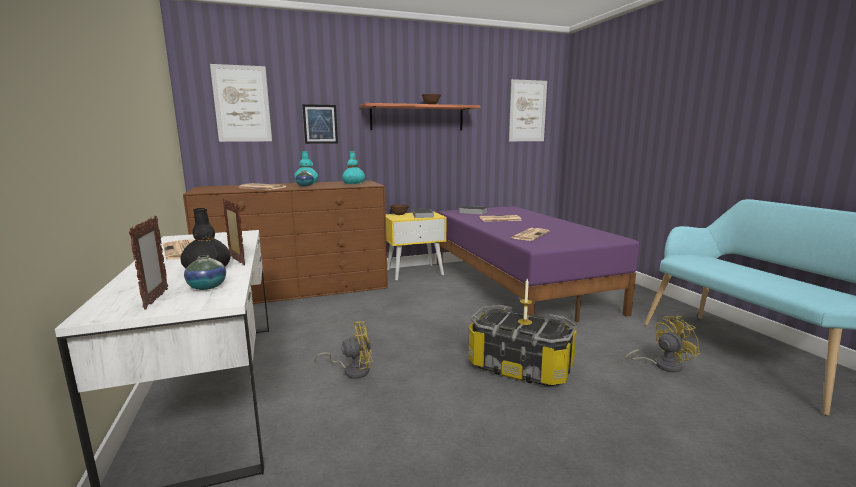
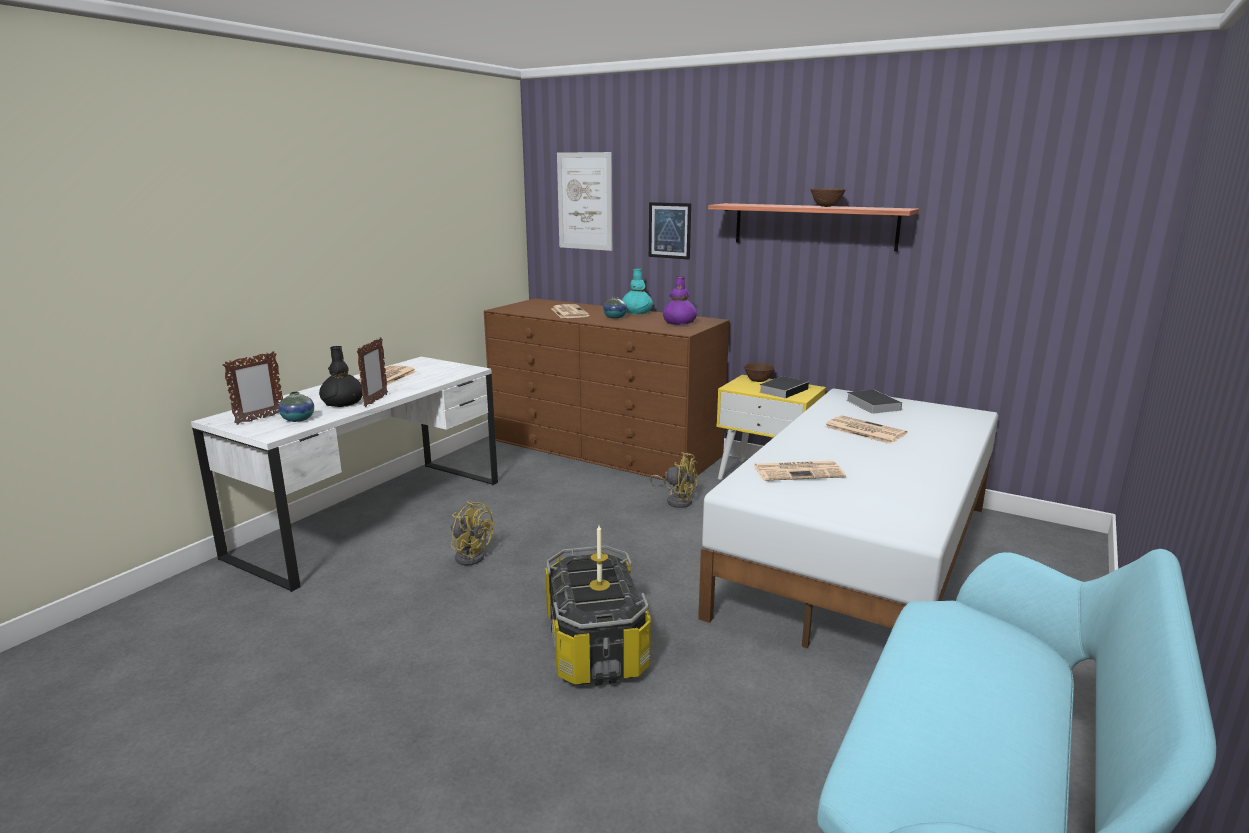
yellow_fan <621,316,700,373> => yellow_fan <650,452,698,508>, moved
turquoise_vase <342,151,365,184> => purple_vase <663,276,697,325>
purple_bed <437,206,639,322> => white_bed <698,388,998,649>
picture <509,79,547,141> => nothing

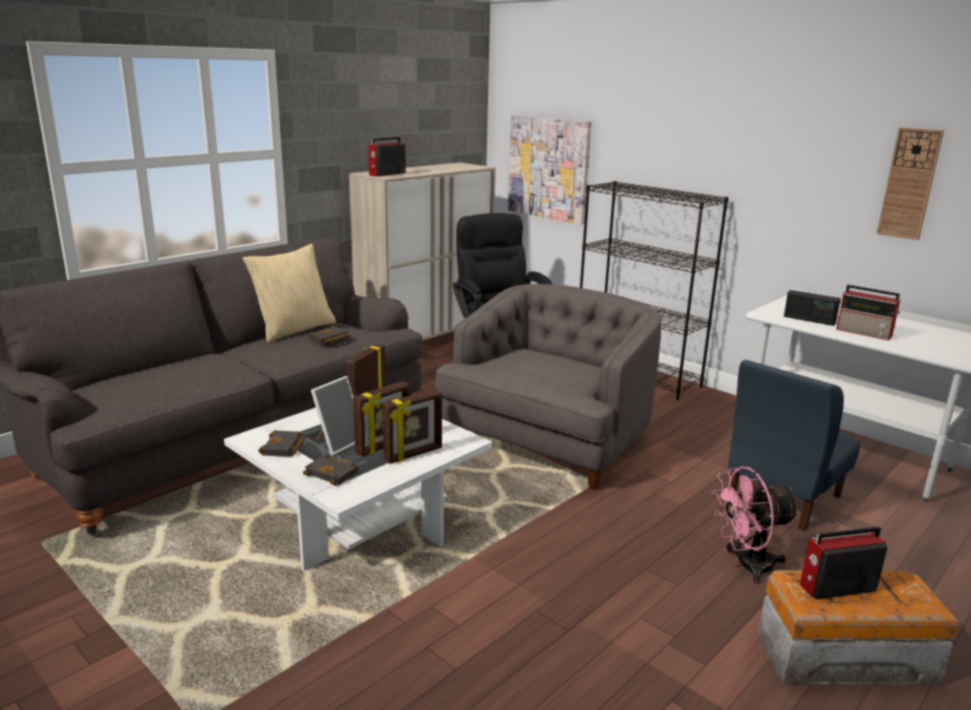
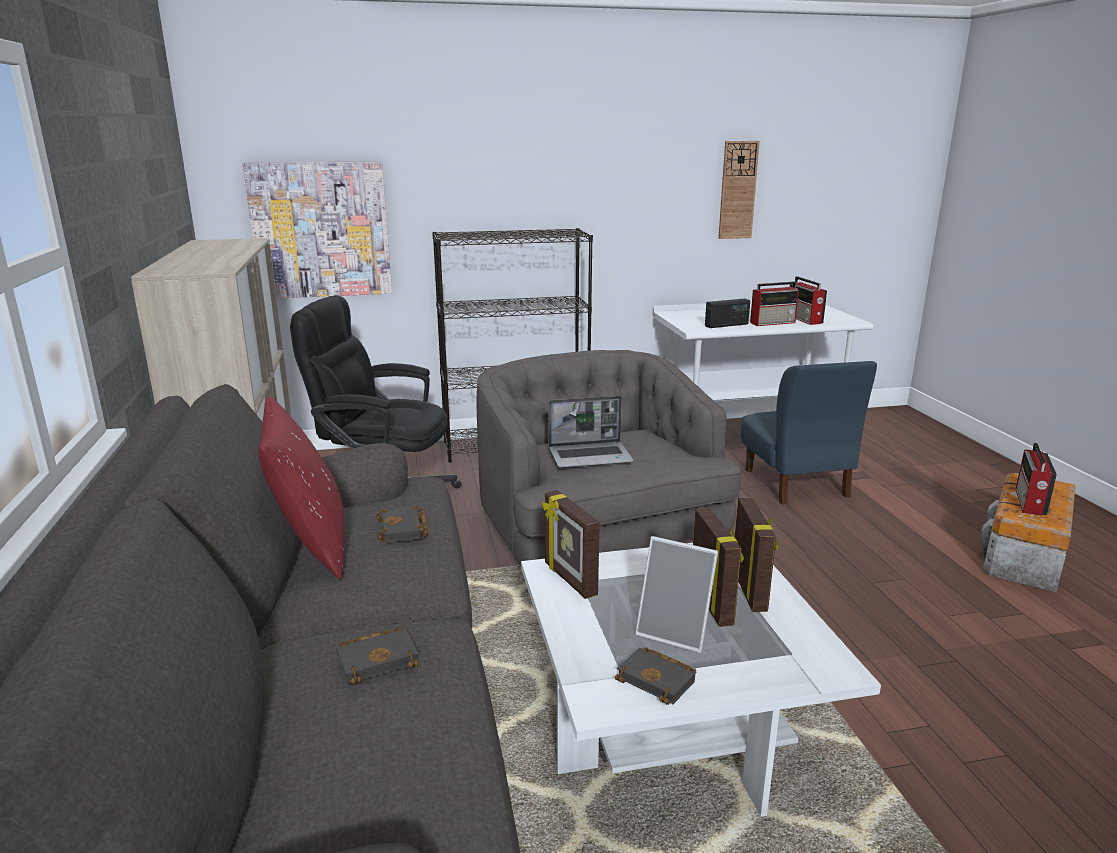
beige_pillow <243,244,336,343> => red_pillow <258,396,345,580>
black_book <303,454,359,486> => black_book <336,627,419,685>, moved
nothing => laptop <548,396,634,468>
picture_frame <311,376,355,455> => picture_frame <635,536,718,653>, 135 degrees clockwise
radio <368,137,406,177> => radio <790,276,827,325>, moved
pink_fan <712,466,800,584> => nothing

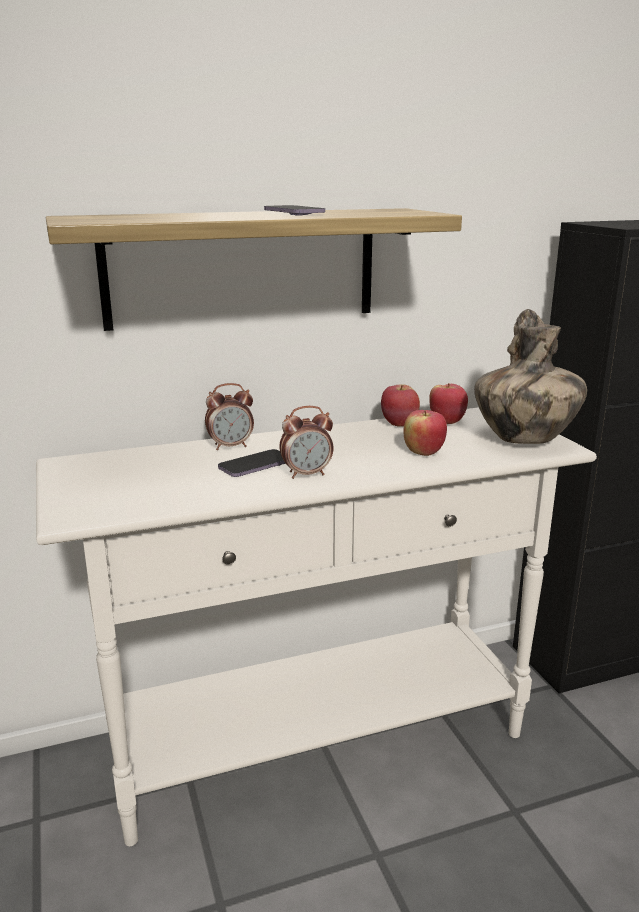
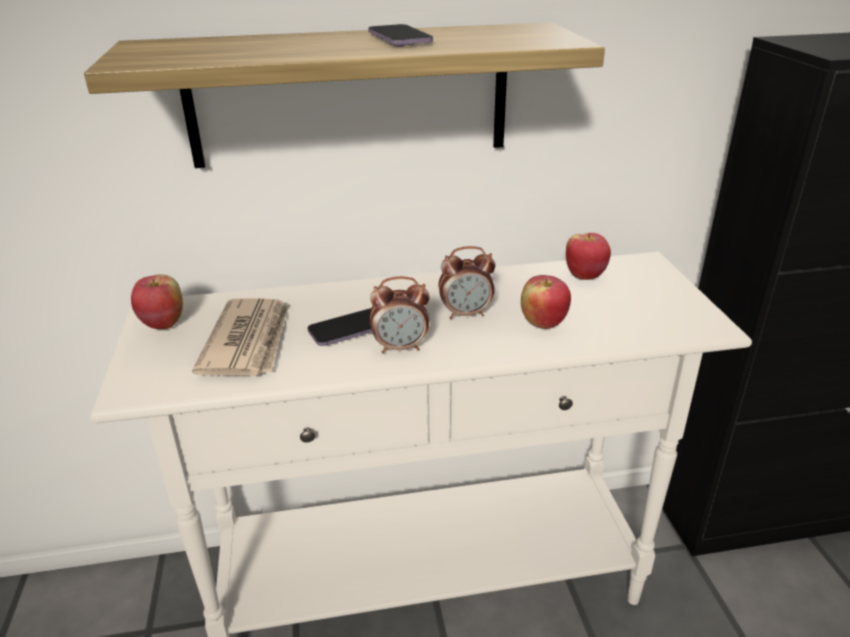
apple <381,385,420,427> => apple <131,274,183,329>, moved
nothing => newspaper <192,298,288,376>
alarm_clock <205,383,254,450> => alarm_clock <438,246,495,319>, moved
vase <474,309,587,444> => nothing

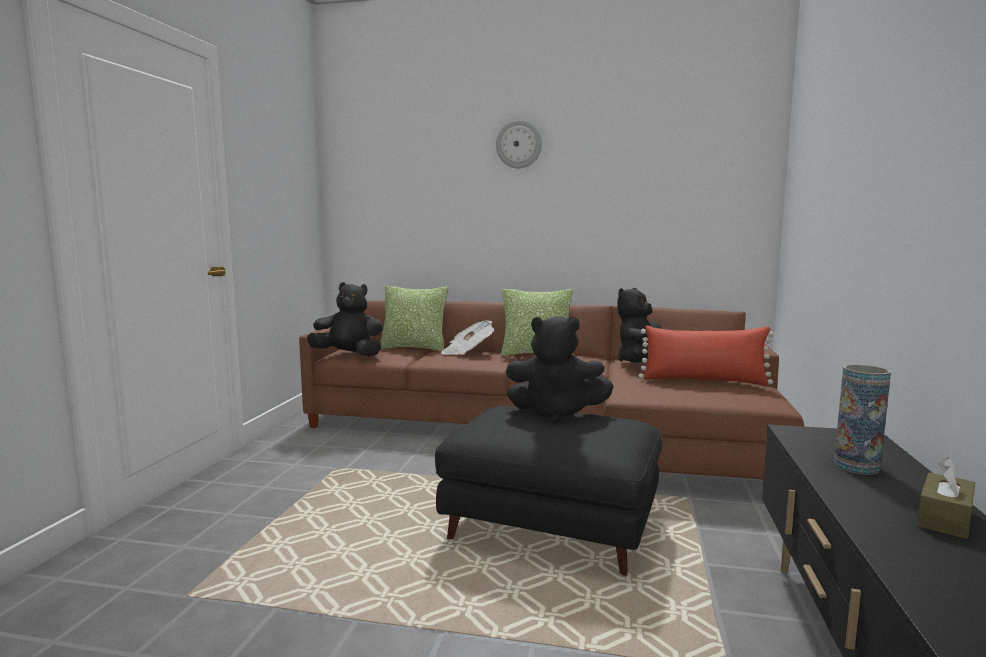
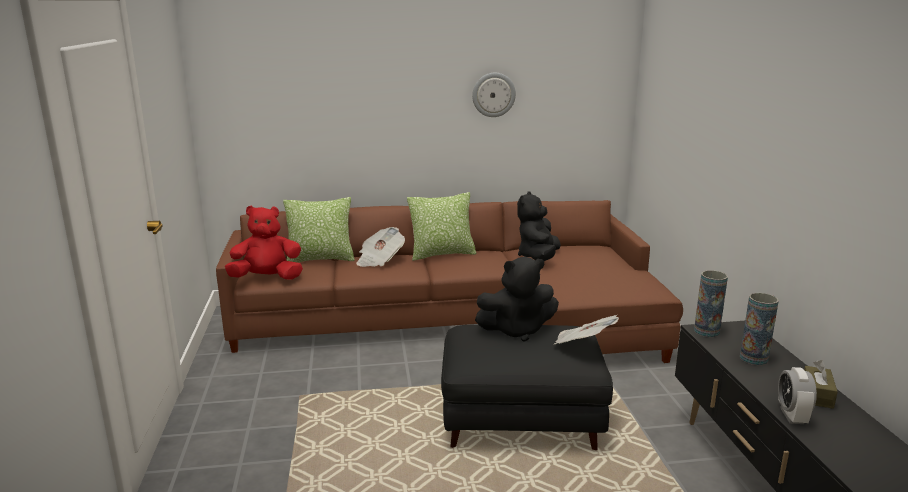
black_plush_toy <307,282,383,357> => red_plush_toy <225,206,303,280>
wall_clock <496,120,542,168> => wall_clock <472,73,516,117>, moved
nothing => newspaper <553,315,619,345>
nothing => vase <694,270,728,337>
nothing => alarm_clock <778,367,817,424>
red_pillow <639,326,774,386> => nothing

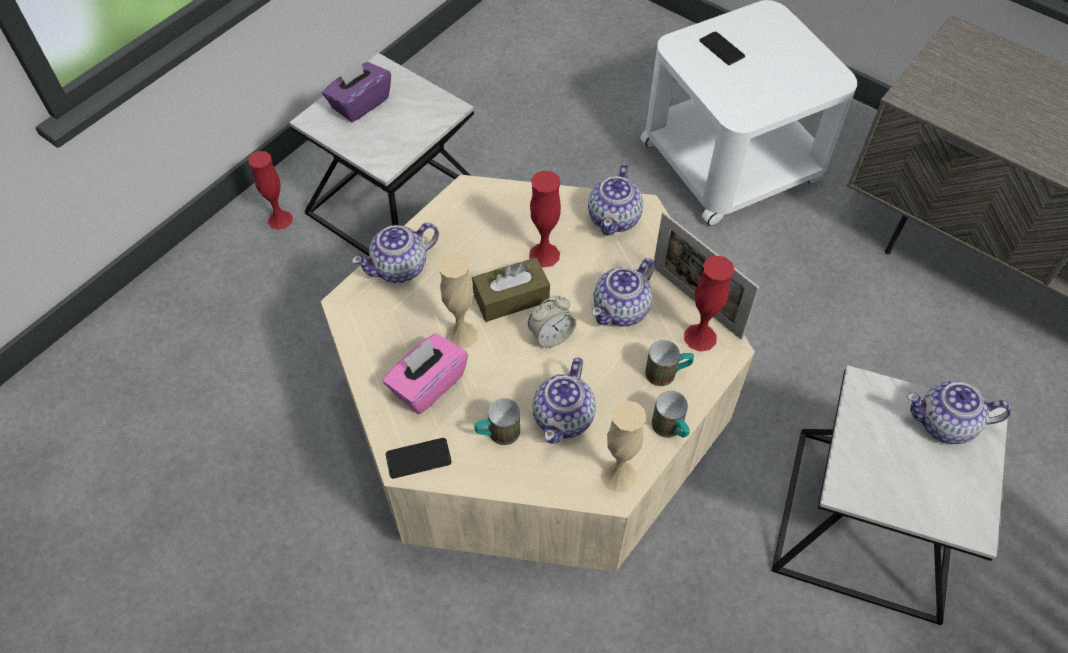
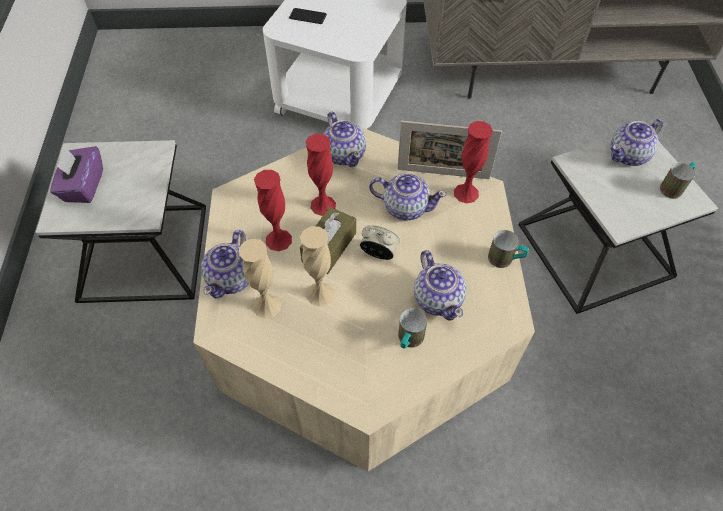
beige_vase <601,400,646,493> => beige_vase <239,239,282,319>, moved
red_vase <248,151,293,230> => red_vase <254,170,292,251>, moved
alarm_clock <528,295,577,348> => alarm_clock <360,225,400,260>, 90 degrees counterclockwise
teapot <592,258,655,326> => teapot <369,173,447,221>, 75 degrees counterclockwise
mug <645,340,694,386> => mug <660,162,696,199>, moved
pink_tissue_box <382,333,468,414> => nothing
phone <386,438,452,479> => nothing

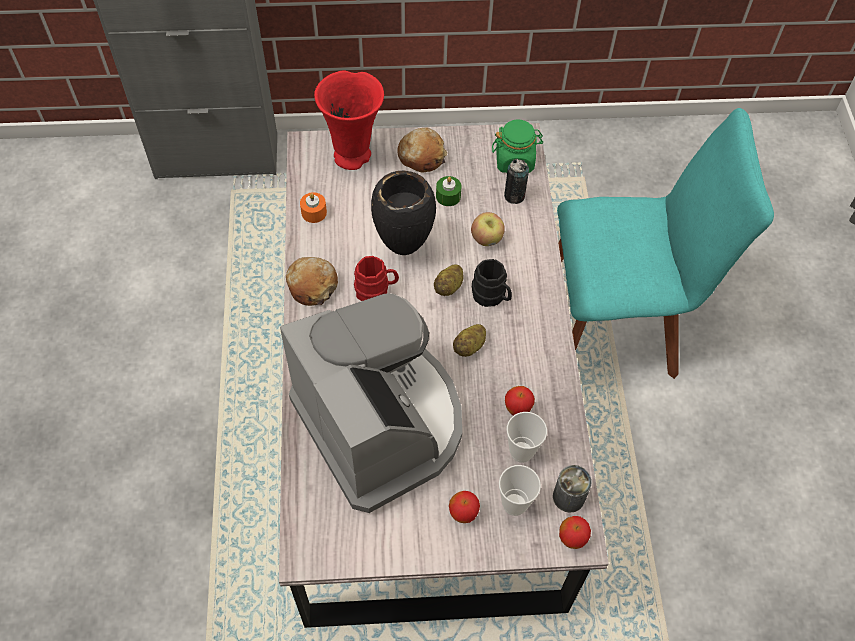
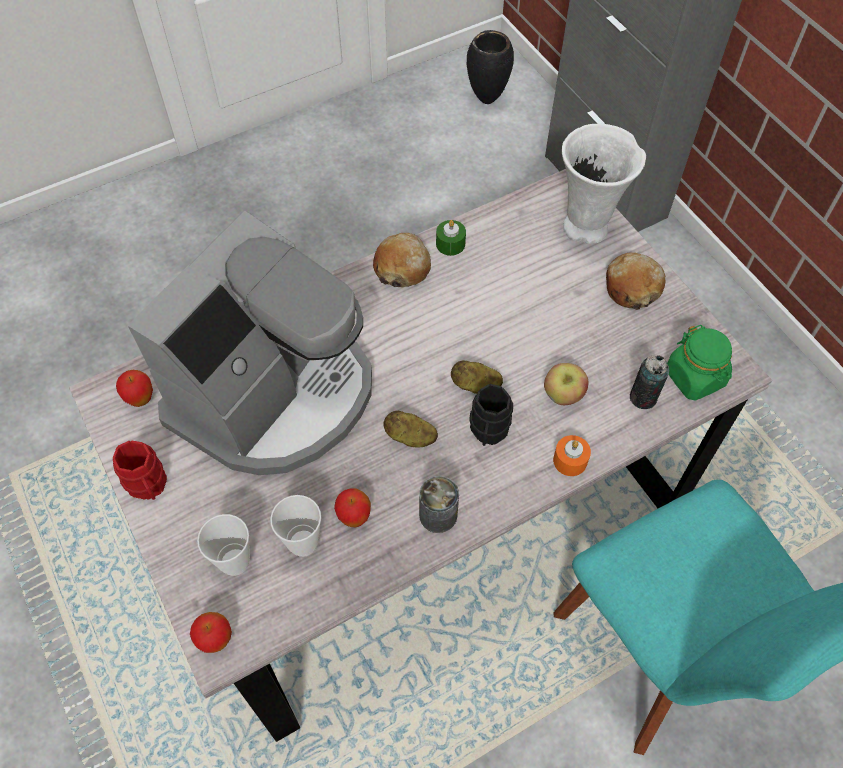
red_mug <354,256,399,301> => red_mug <113,441,167,500>, moved
apple <449,491,480,523> => apple <116,370,153,407>, moved
can <553,465,592,513> => can <419,476,459,533>, moved
green_candle <436,176,461,206> => green_candle <436,220,466,256>, moved
black_vase <371,170,436,255> => black_vase <467,30,514,104>, moved
orange_candle <300,192,327,223> => orange_candle <553,435,591,476>, moved
red_vase <314,70,384,170> => white_vase <562,123,646,244>

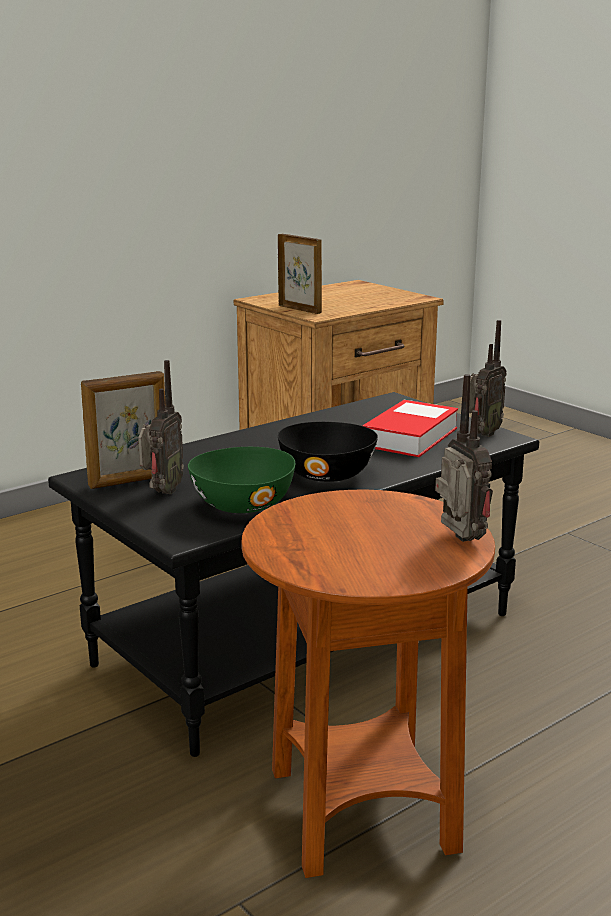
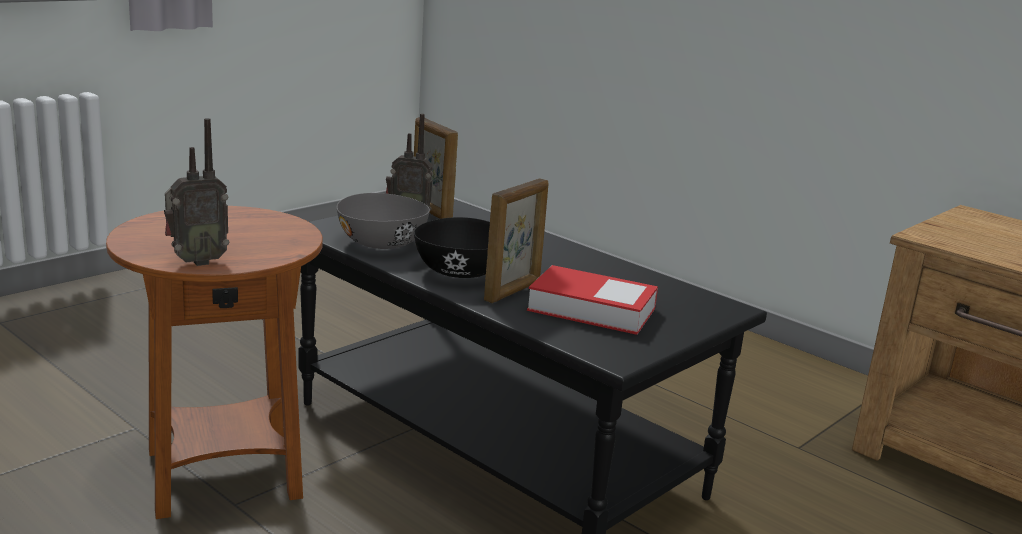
green_bowl <188,447,295,513> => grey_bowl <337,193,430,249>
picture_frame <278,234,322,314> => picture_frame <484,178,549,303>, moved
radio <469,320,507,437> => nothing

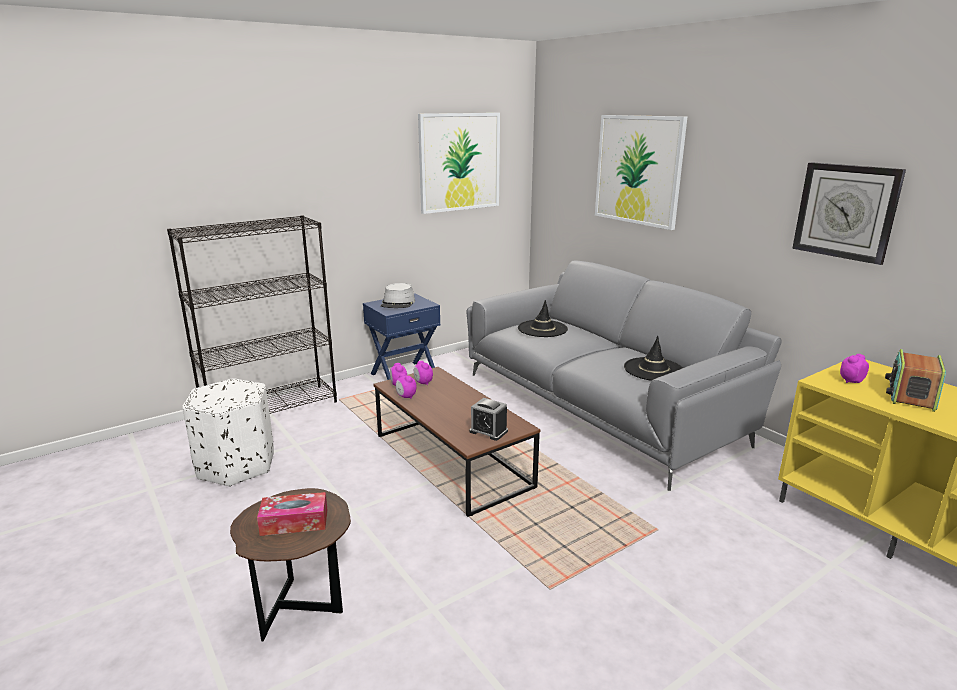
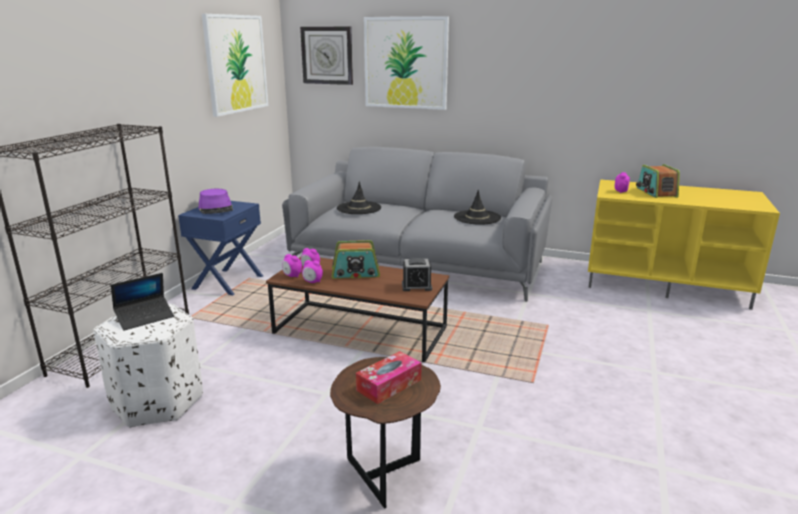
nothing => laptop <111,273,174,331>
grey_hat <381,283,415,308> => purple_hat <198,189,233,214>
wall_clock <792,162,906,265> => wall_clock <300,26,353,85>, moved
nothing => radio <332,240,380,279>

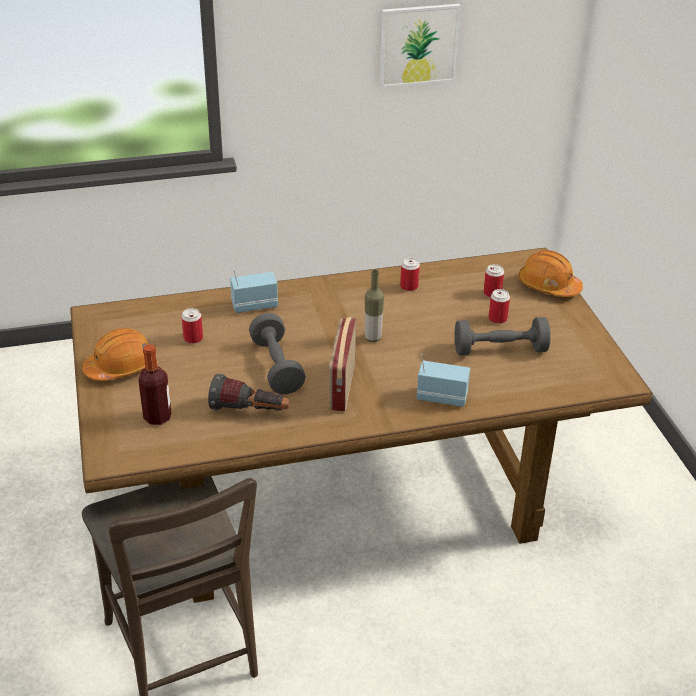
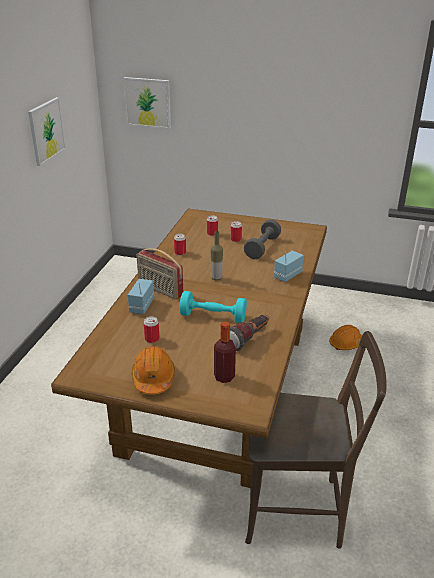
nothing => picture <123,77,171,129>
radio <329,317,356,411> => radio <137,248,183,300>, moved
grey_dumbbell <249,313,306,394> => turquoise_dumbbell <179,291,247,323>
orange_hard_hat <518,250,583,297> => orange_hard_hat <329,325,362,350>, moved

